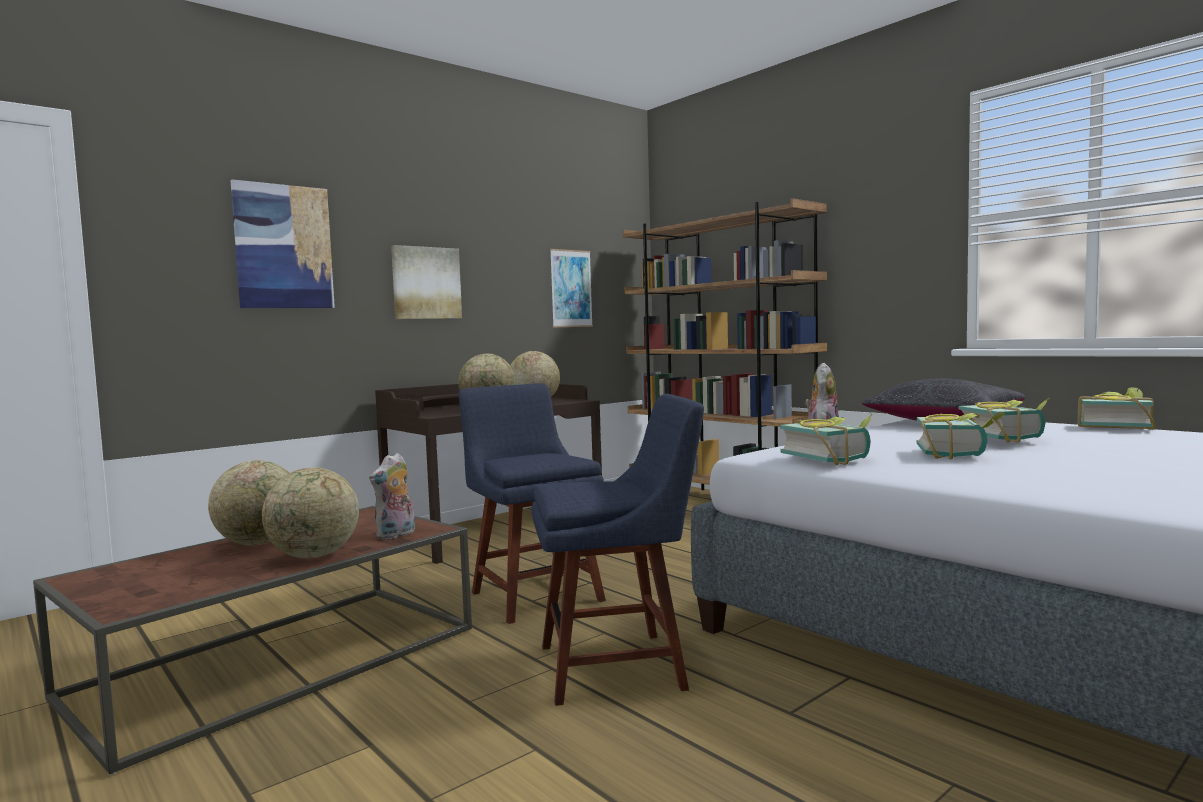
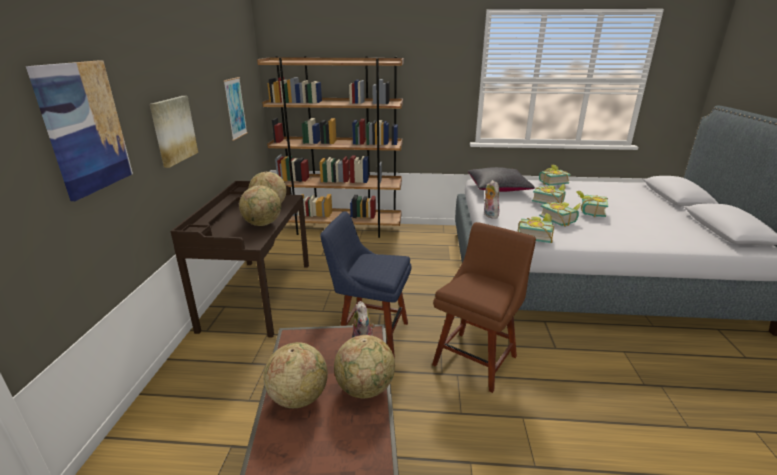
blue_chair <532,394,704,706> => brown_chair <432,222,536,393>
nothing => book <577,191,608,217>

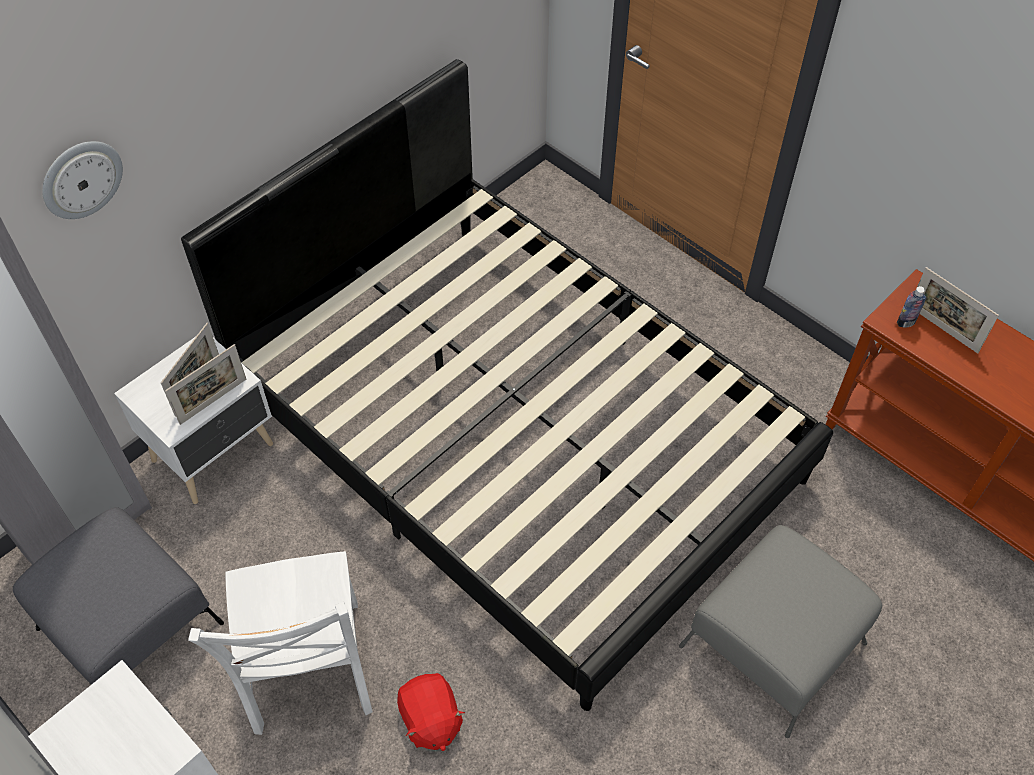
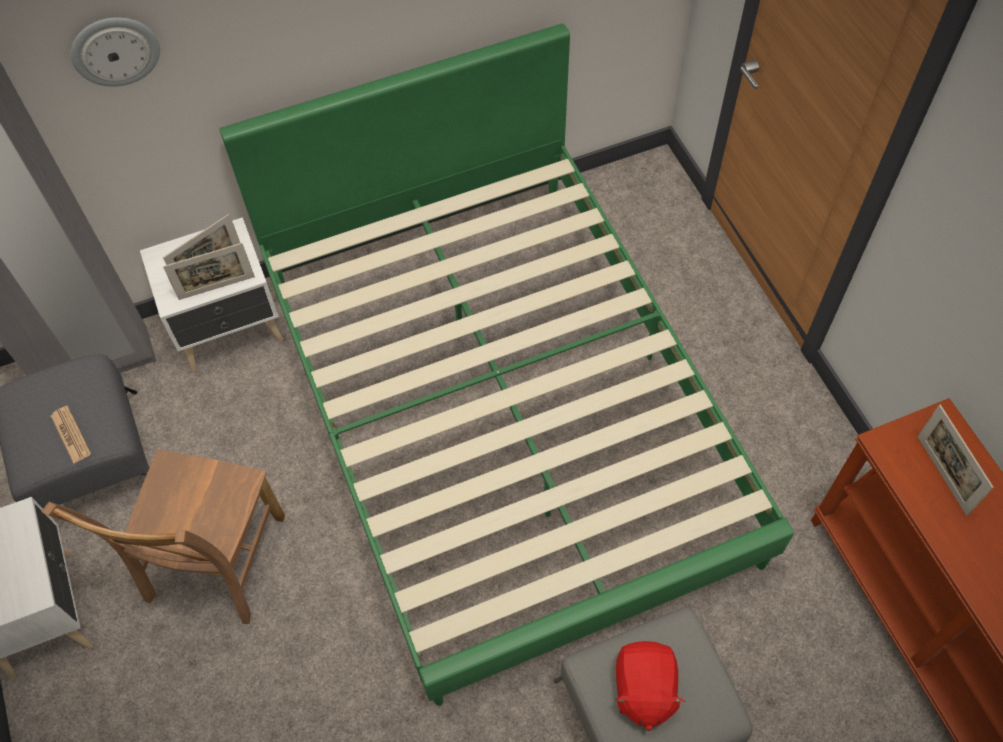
white_chair <188,551,373,735> => brown_chair <41,450,285,624>
nothing => newspaper <51,406,91,464>
black_bed <181,59,833,711> => green_bed <220,23,794,706>
red_plush_toy <397,673,465,751> => red_plush_toy <616,641,685,731>, moved
bottle <897,286,926,327> => nothing

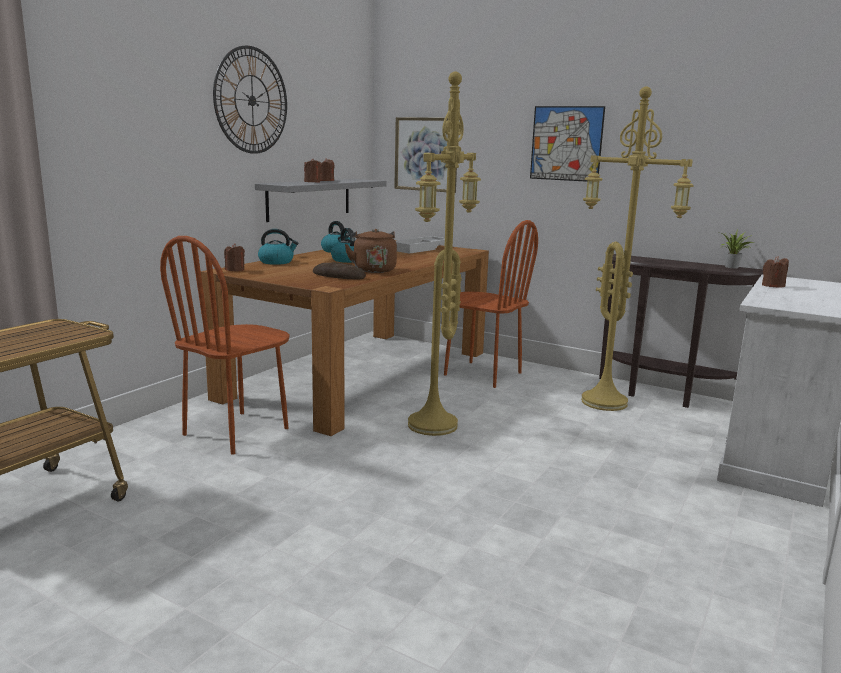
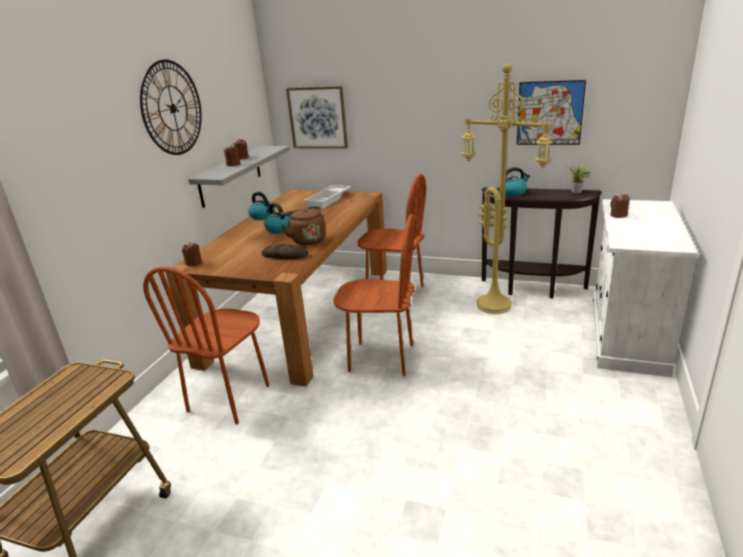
yellow_floor_lamp <408,71,481,436> => brown_chair <333,214,415,376>
kettle <258,229,299,265> => kettle <499,167,530,196>, moved
picture <530,106,605,182> => picture <517,80,586,145>, moved

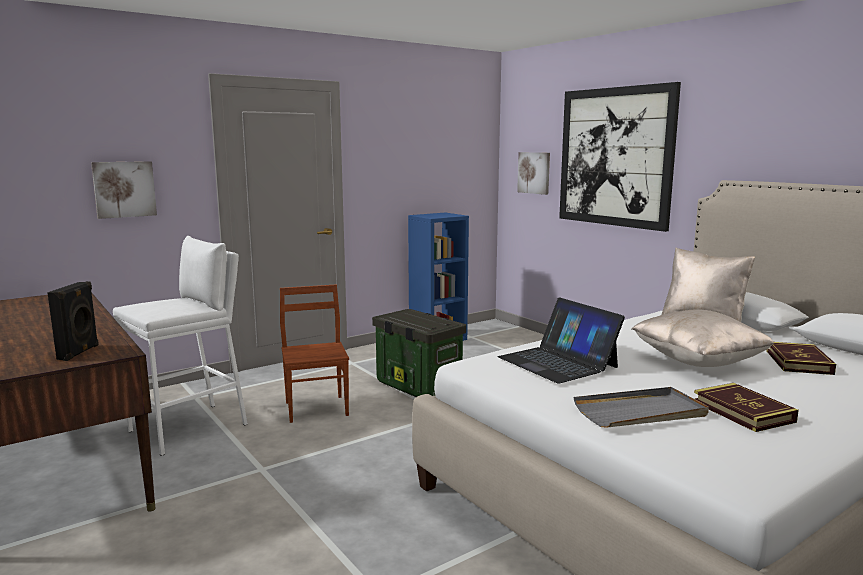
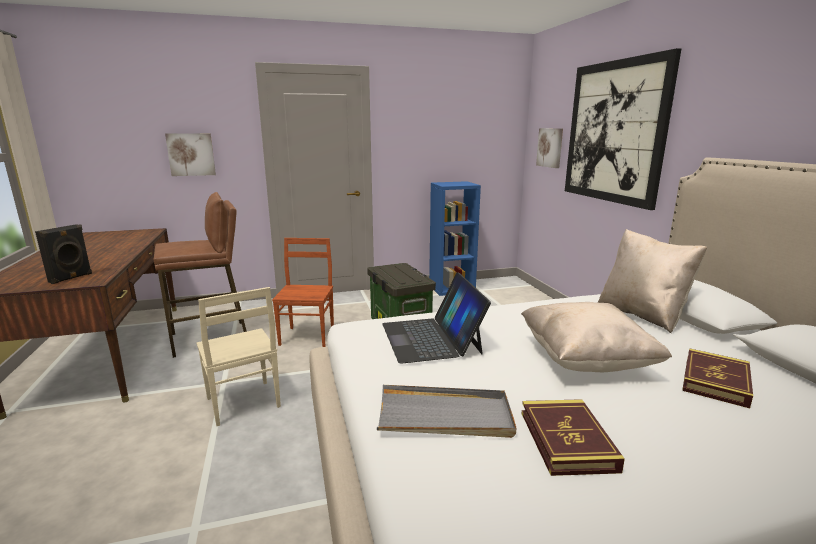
white_stool <113,236,248,456> => brown_stool <153,192,247,358>
nothing => beige_chair <197,287,281,426>

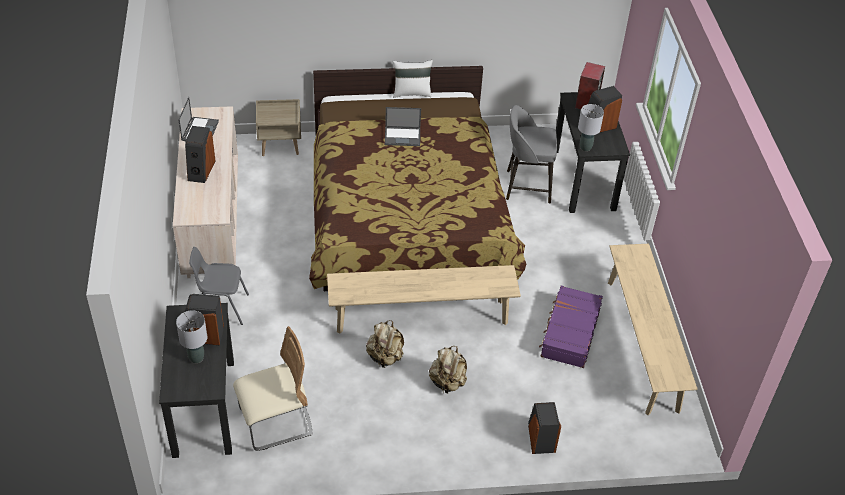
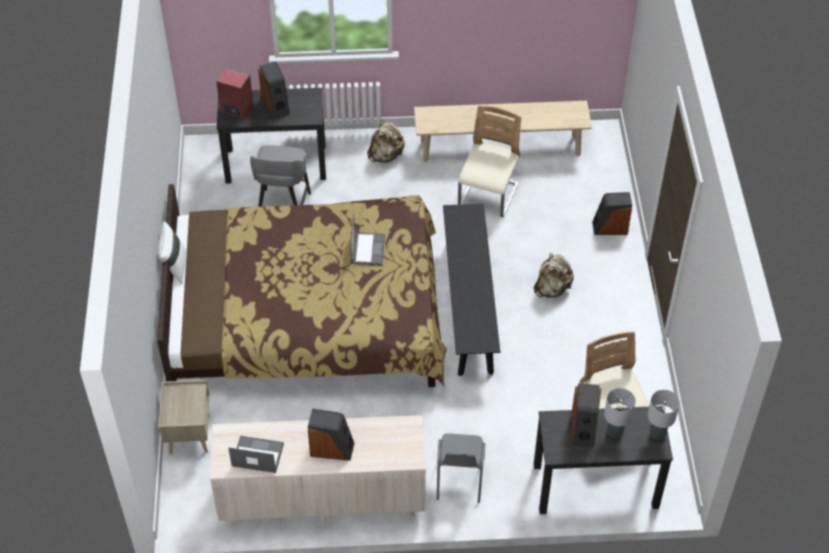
laptop <385,107,421,146> => laptop <350,215,385,265>, moved
beige_backpack <366,320,404,368> => beige_backpack <367,120,405,163>, moved
beige_bench <327,265,521,333> => black_bench <443,204,500,377>
purple_suitcase <539,286,603,368> => beige_chair <458,106,521,217>
grey_table_lamp <578,104,604,151> => grey_table_lamp <648,390,680,440>, moved

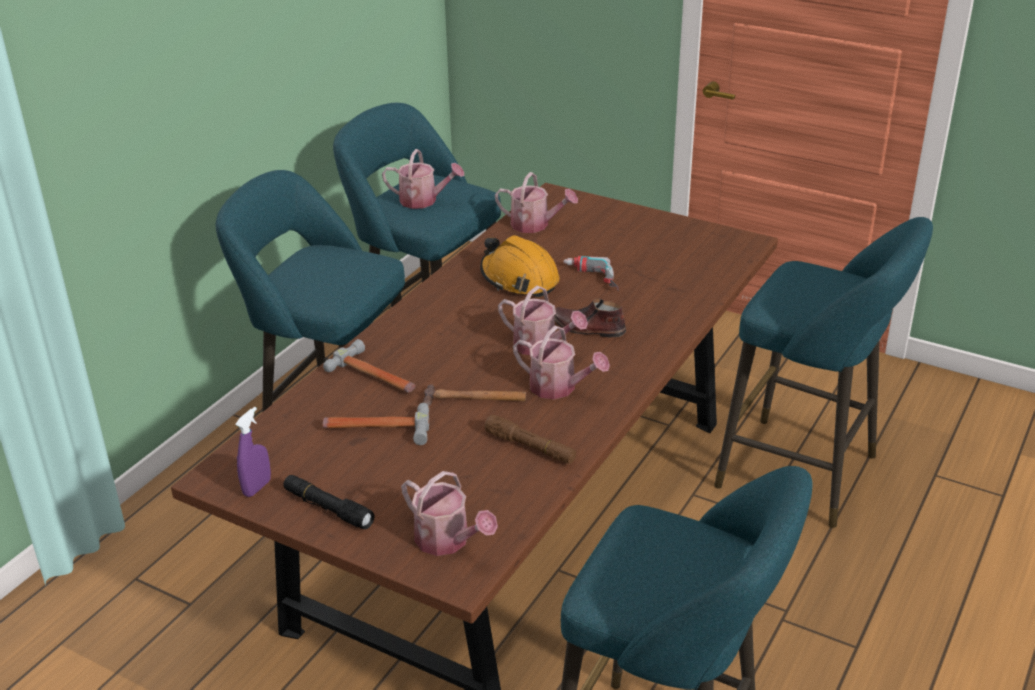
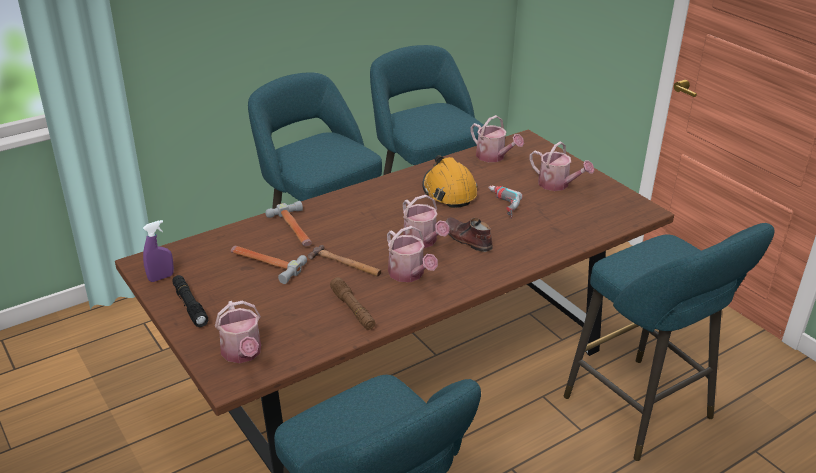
watering_can <382,149,464,209> => watering_can <529,142,594,191>, moved

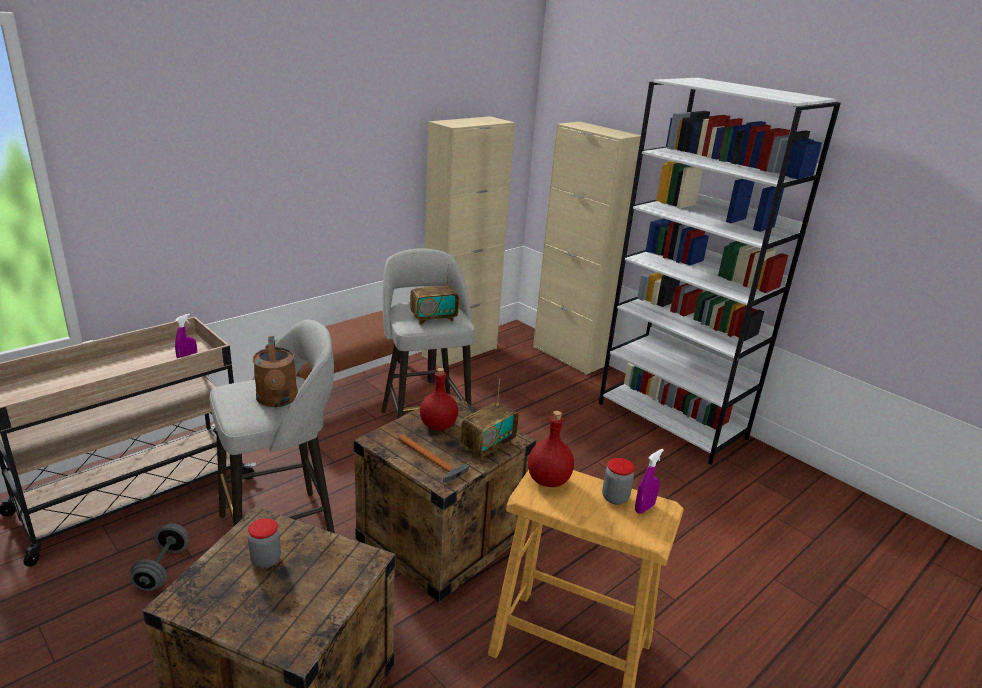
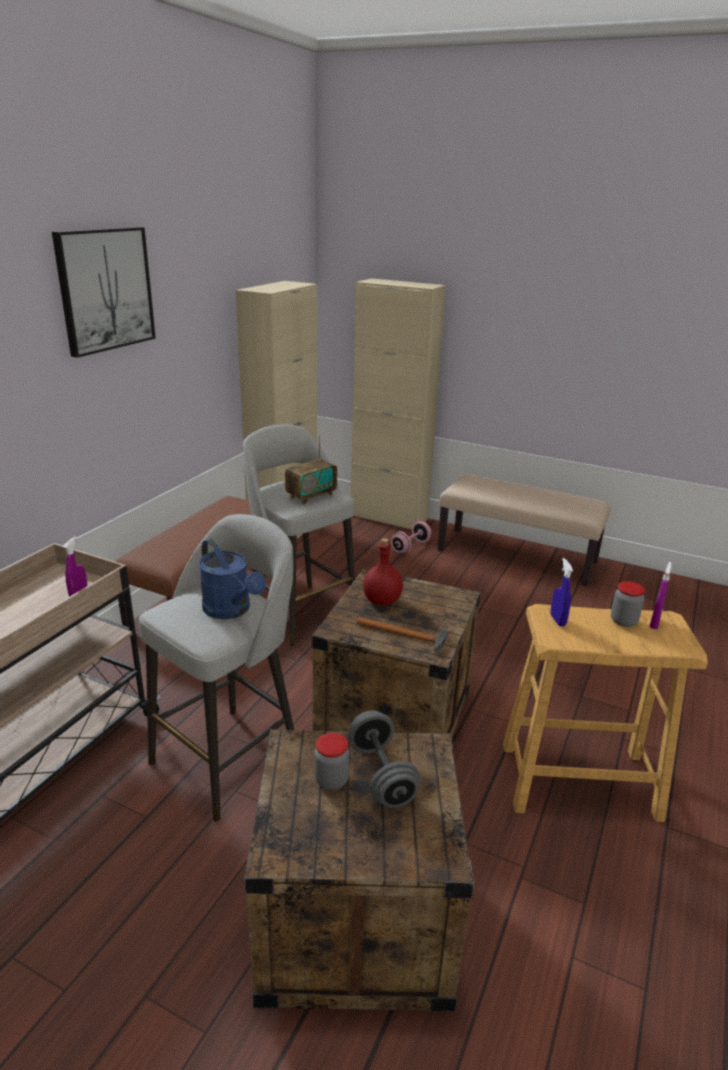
nothing => picture <52,227,156,358>
brown_watering_can <253,336,298,407> => blue_watering_can <199,539,266,619>
grey_dumbbell <130,523,189,591> => grey_dumbbell <348,710,420,808>, moved
nothing => pink_dumbbell <391,521,431,553>
white_bookcase <599,78,841,465> => beige_bench <438,474,611,586>
red_bottle <528,411,574,487> => blue_spray_bottle <551,558,573,627>
radio <460,379,519,460> => nothing

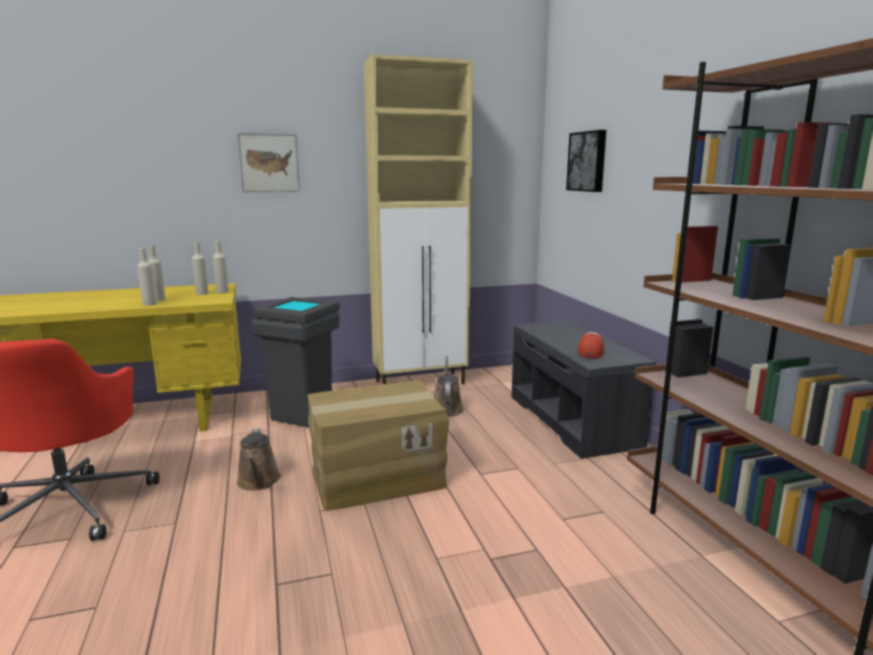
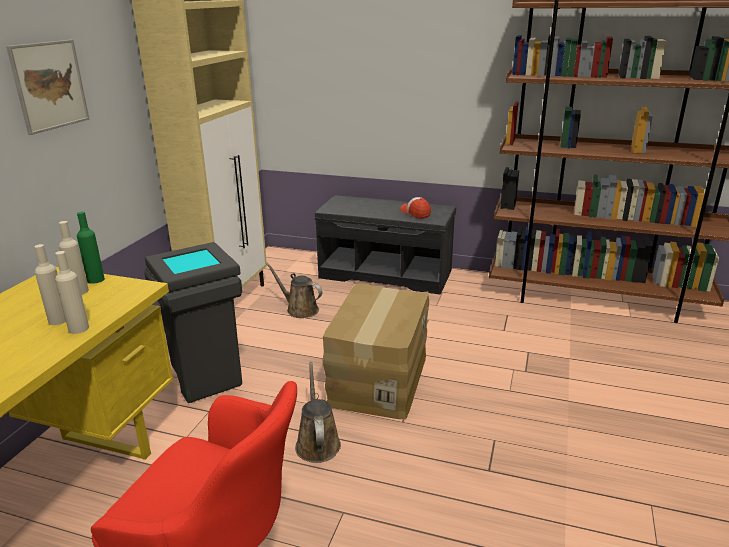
beige_bottle <213,241,229,294> => green_bottle <77,212,105,284>
brown_watering_can <237,428,281,491> => brown_watering_can <295,362,341,463>, 120 degrees counterclockwise
picture <566,130,606,192> => nothing

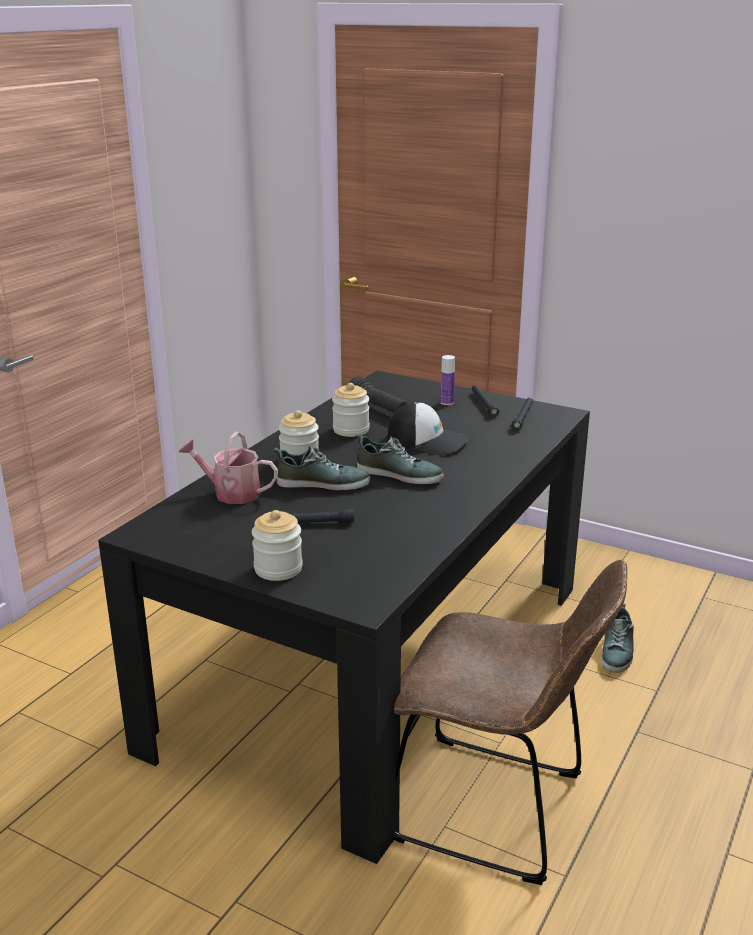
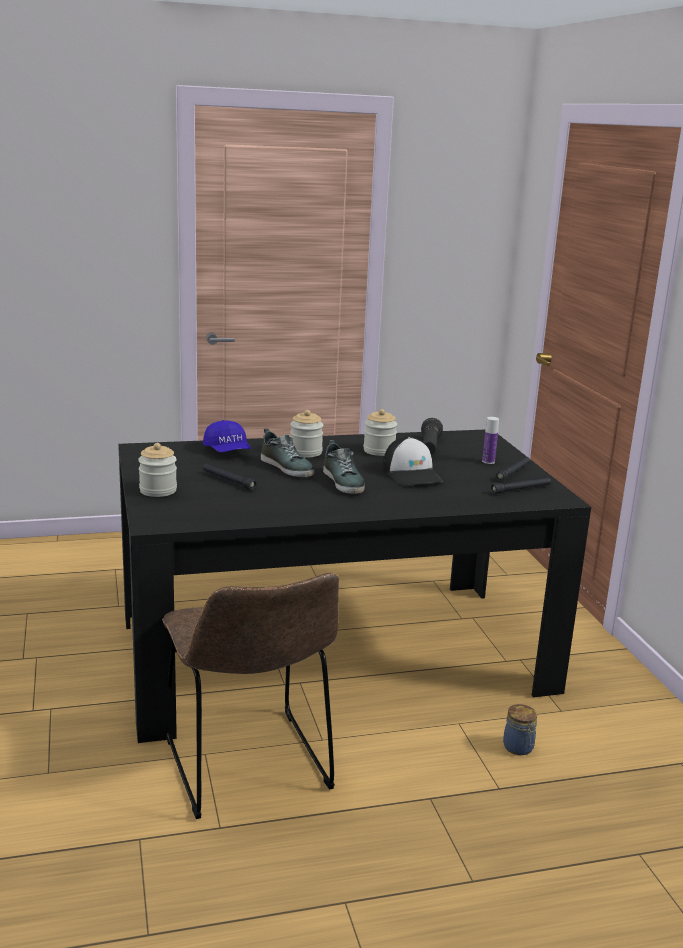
watering_can <179,431,278,504> => blue_cap <203,420,251,453>
shoe <601,604,634,673> => jar <503,704,537,755>

